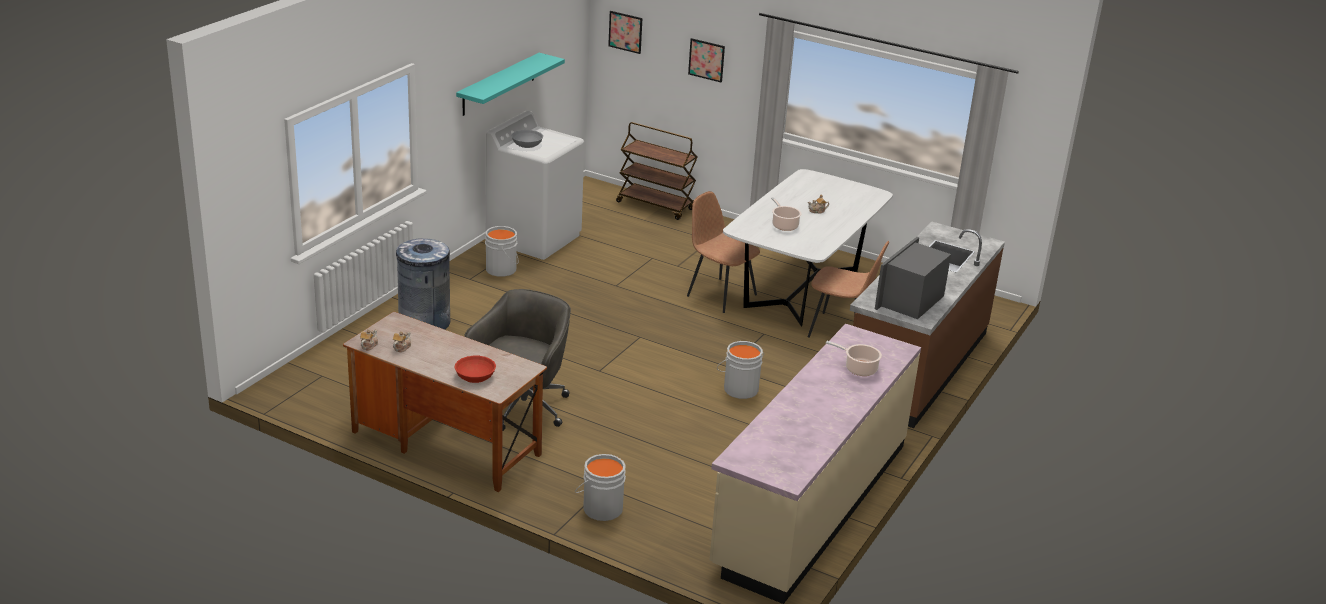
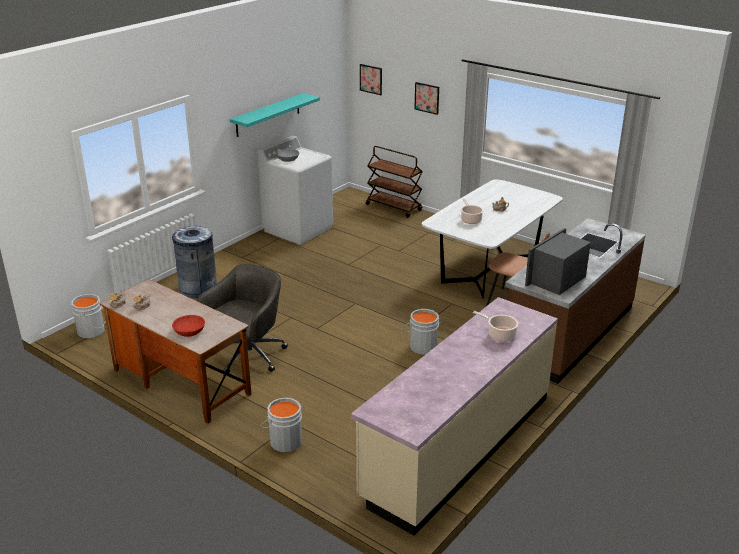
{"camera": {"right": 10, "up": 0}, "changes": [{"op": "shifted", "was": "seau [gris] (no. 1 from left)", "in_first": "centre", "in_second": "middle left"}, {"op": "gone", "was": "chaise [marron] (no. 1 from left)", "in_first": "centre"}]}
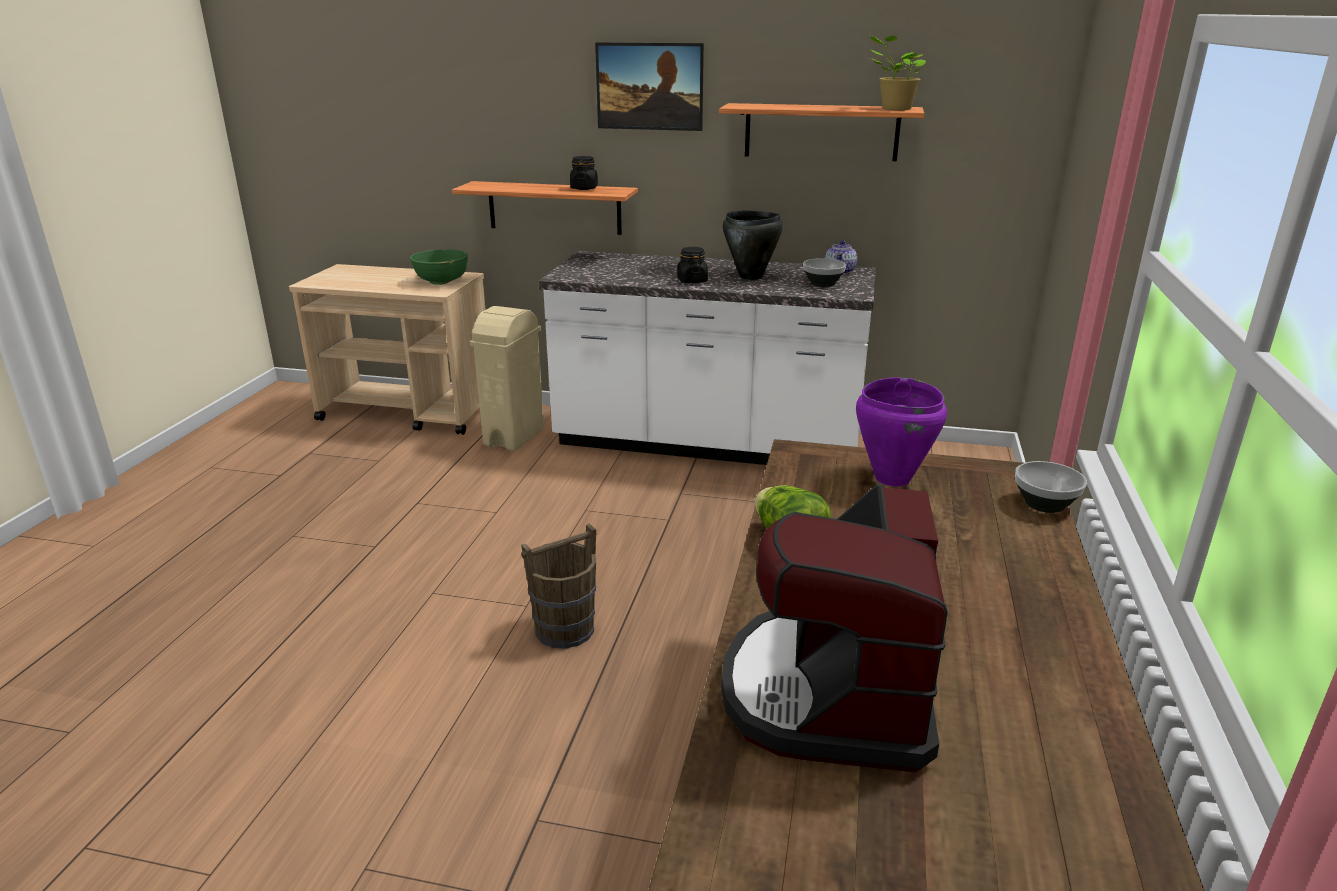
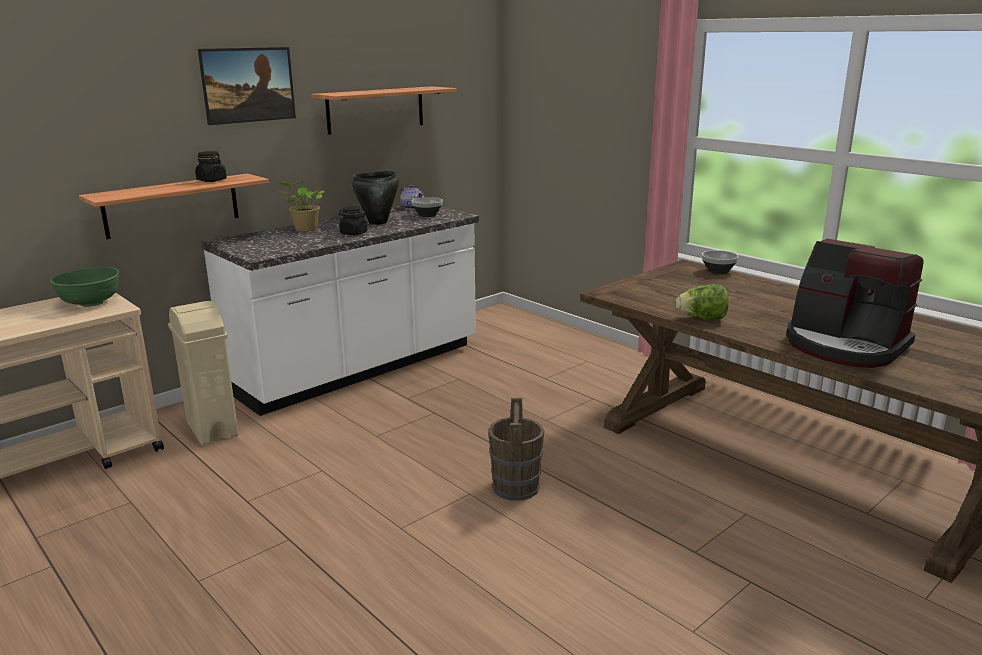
{"camera": {"right": -55, "up": -5}, "changes": [{"op": "shifted", "was": "plante en pot", "in_first": "top right", "in_second": "top left"}, {"op": "gone", "was": "marmite [violet]", "in_first": "middle right"}]}
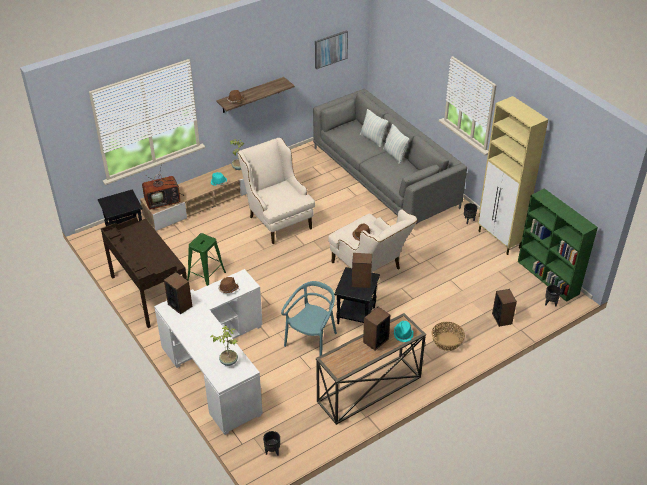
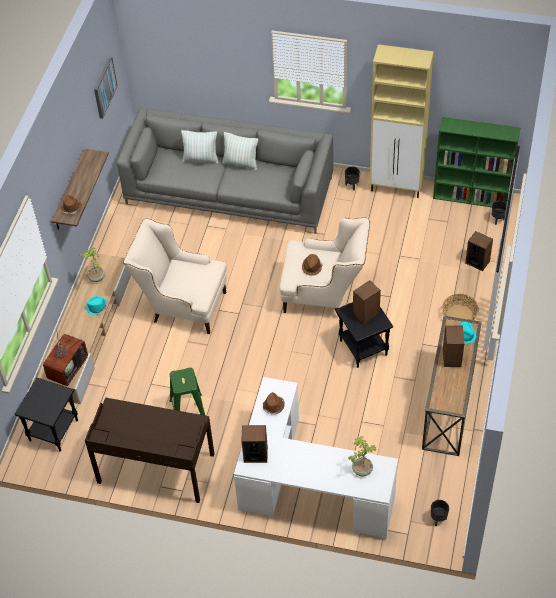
{"camera": {"right": -40, "up": 10}, "changes": [{"op": "gone", "was": "chaise [turquoise]", "in_first": "centre"}]}
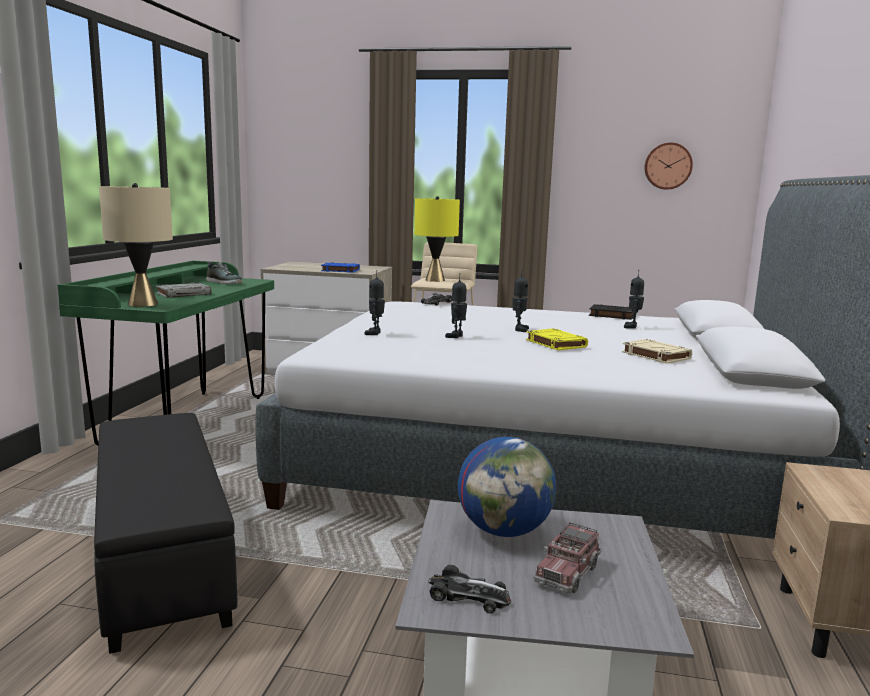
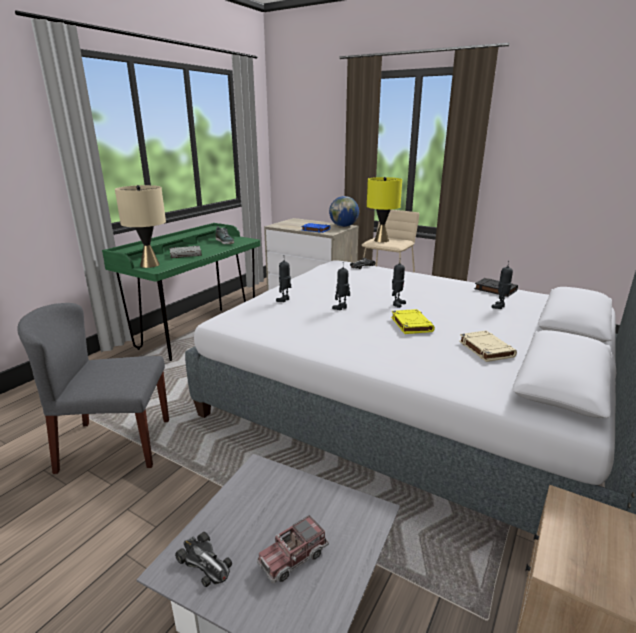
{"camera": {"right": 20, "up": 10}, "changes": [{"op": "swapped", "was": "pouf [noir]", "now": "chaise [gris]", "in_first": "bottom left", "in_second": "middle left"}, {"op": "shifted", "was": "globe", "in_first": "bottom centre", "in_second": "centre"}, {"op": "gone", "was": "horloge murale", "in_first": "top right"}]}
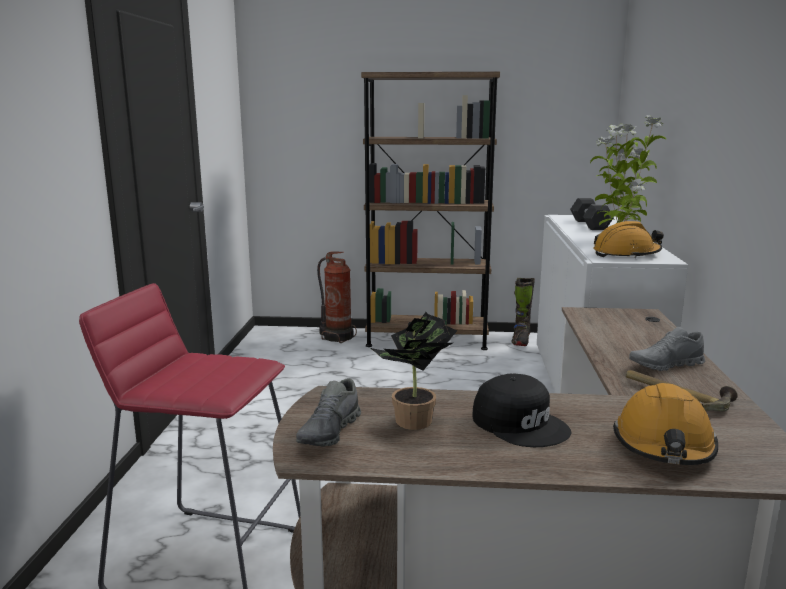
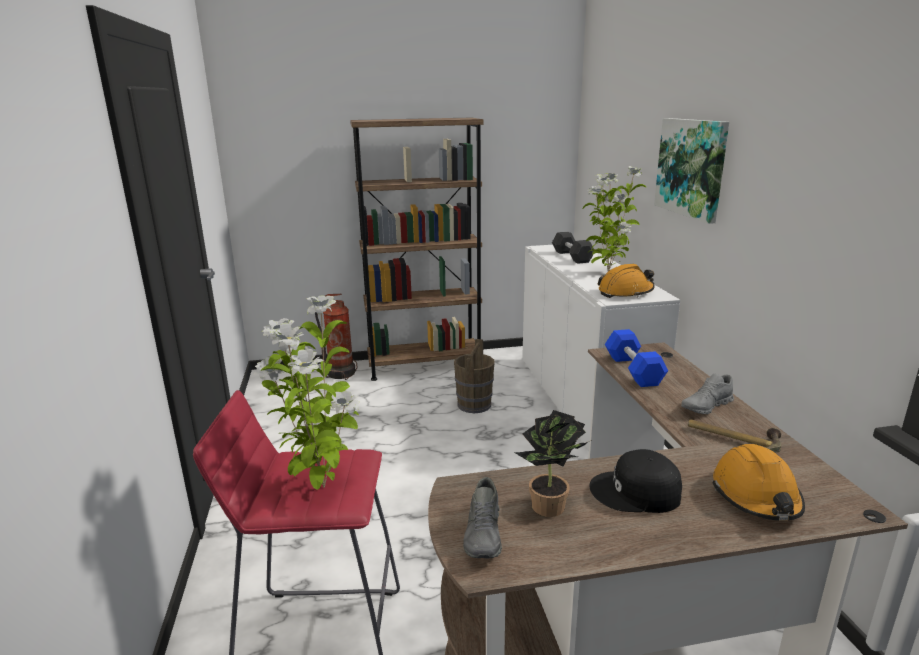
{"camera": {"right": -15, "up": 5}, "changes": [{"op": "new", "now": "plante en pot (no. 1 from left)", "in_second": "centre"}, {"op": "new", "now": "seau [marron]", "in_second": "centre"}, {"op": "rotated", "was": "casquette [noir]", "in_first": "bottom centre", "in_second": "bottom right", "clockwise": 150}, {"op": "new", "now": "haltère [bleu]", "in_second": "middle right"}, {"op": "new", "now": "tableau", "in_second": "top right"}, {"op": "gone", "was": "botte [noir]", "in_first": "centre"}]}
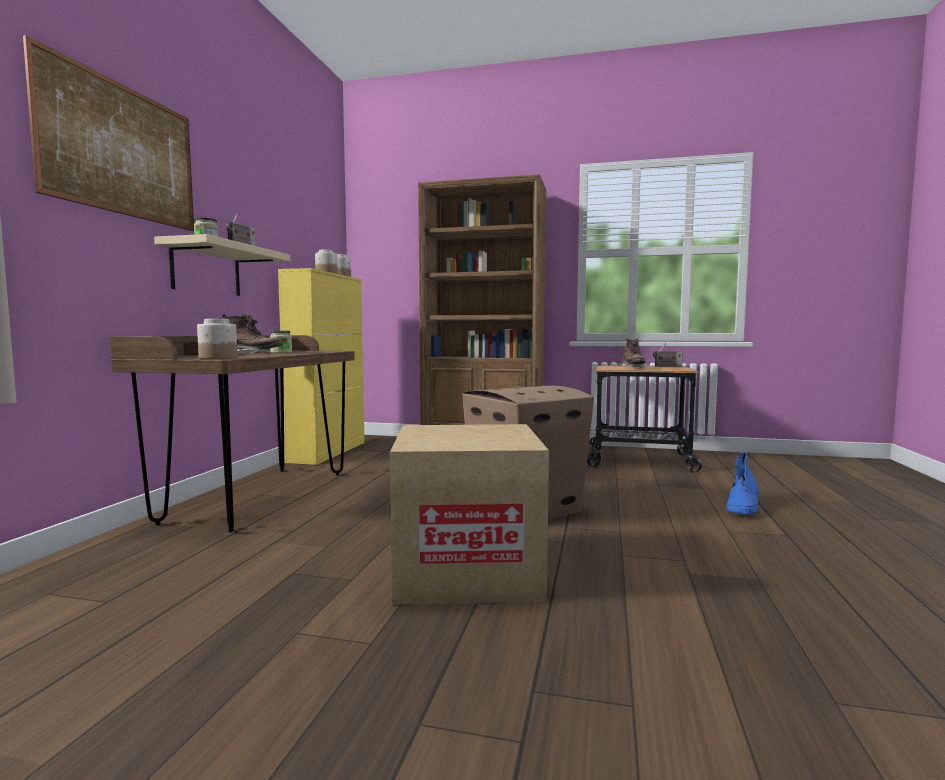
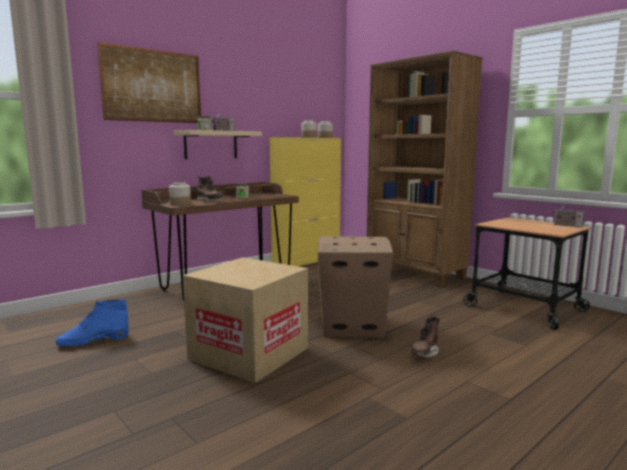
{"camera": {"right": 35, "up": 5}, "changes": [{"op": "shifted", "was": "botte [bleu]", "in_first": "middle right", "in_second": "bottom left"}, {"op": "shifted", "was": "botte [marron] (no. 2 from left)", "in_first": "middle right", "in_second": "bottom right"}]}
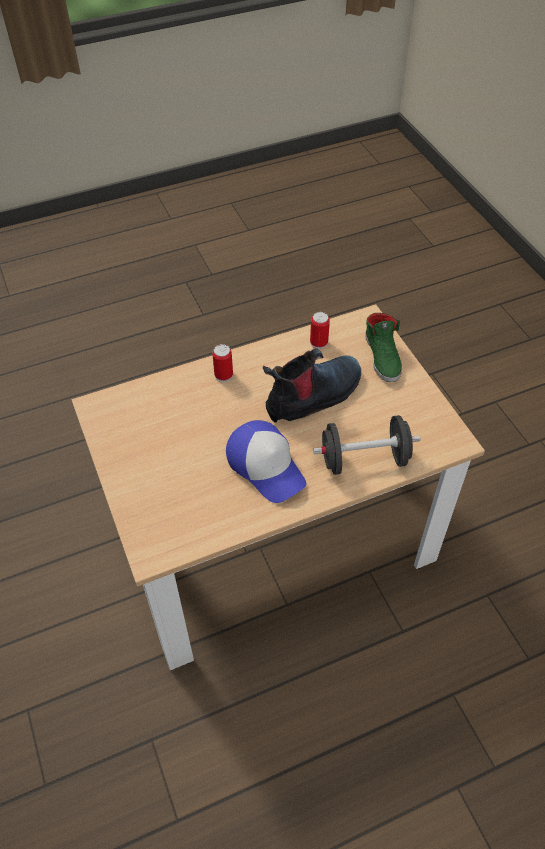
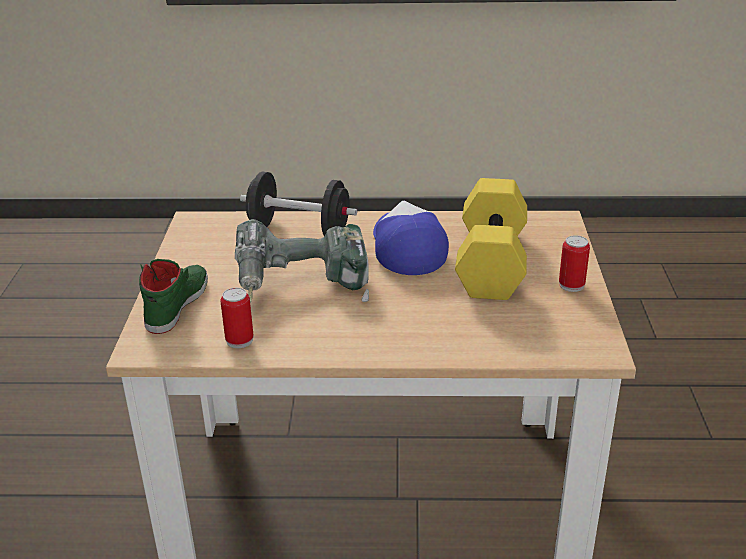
{"camera": {"right": -155, "up": -20}, "changes": [{"op": "swapped", "was": "botte", "now": "perceuse", "in_first": "centre", "in_second": "centre"}, {"op": "new", "now": "haltère [jaune]", "in_second": "centre"}, {"op": "shifted", "was": "boîte métallique (no. 1 from left in the first image)", "now": "boîte métallique (no. 2 from left)", "in_first": "centre", "in_second": "middle right"}]}
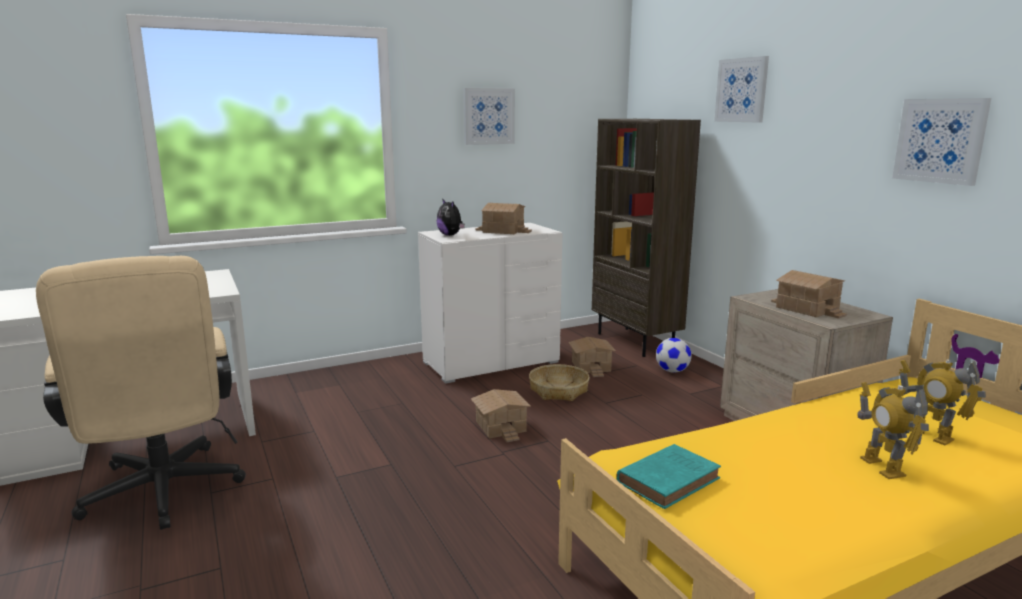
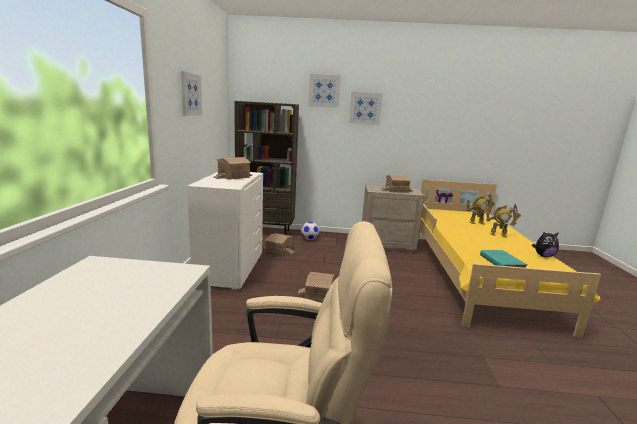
{"camera": {"right": -60, "up": 0}, "changes": [{"op": "shifted", "was": "tableau (no. 3 from left)", "in_first": "top right", "in_second": "top centre"}, {"op": "shifted", "was": "peluche", "in_first": "centre", "in_second": "middle right"}, {"op": "gone", "was": "panier", "in_first": "centre"}]}
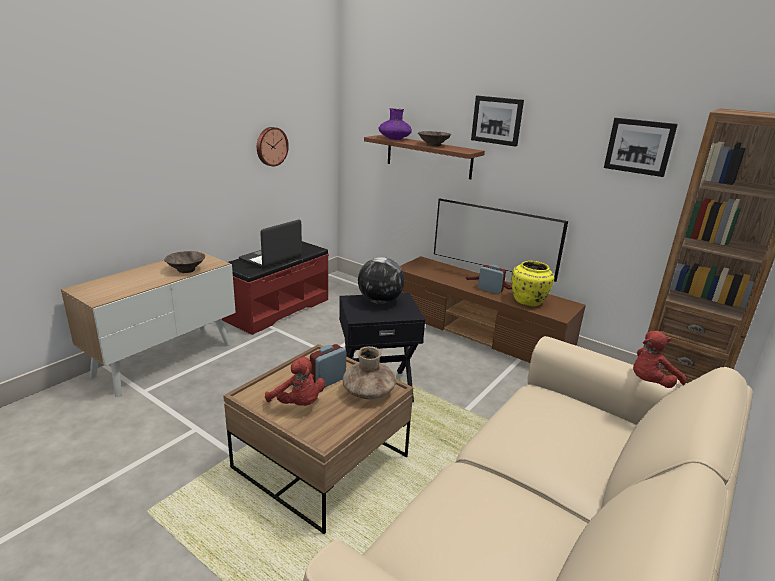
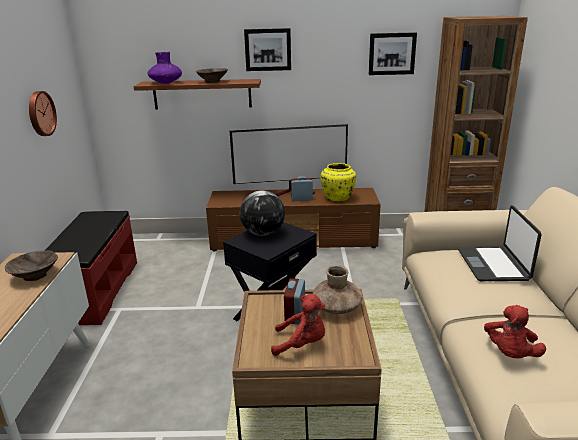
{"camera": {"right": -35, "up": 0}, "changes": [{"op": "shifted", "was": "ordinateur portable", "in_first": "centre", "in_second": "middle right"}, {"op": "shifted", "was": "peluche [rouge] (no. 2 from left)", "in_first": "middle right", "in_second": "bottom right"}]}
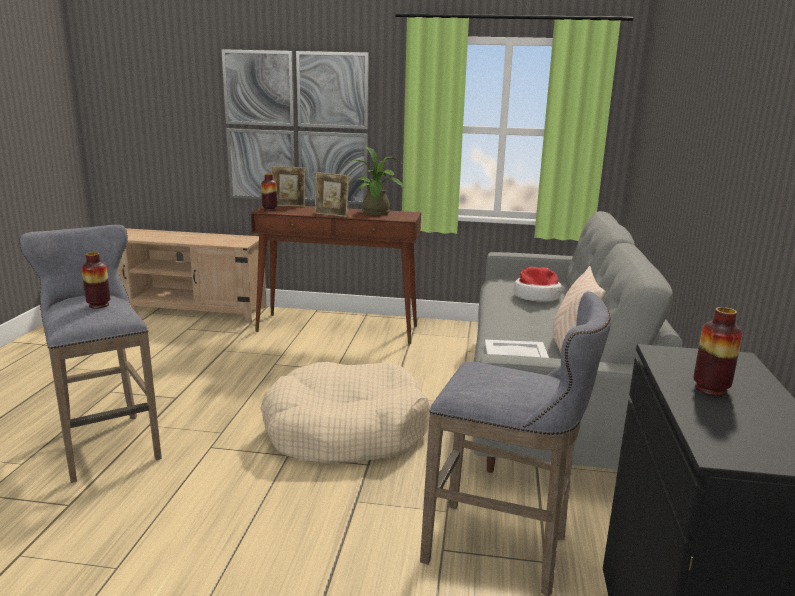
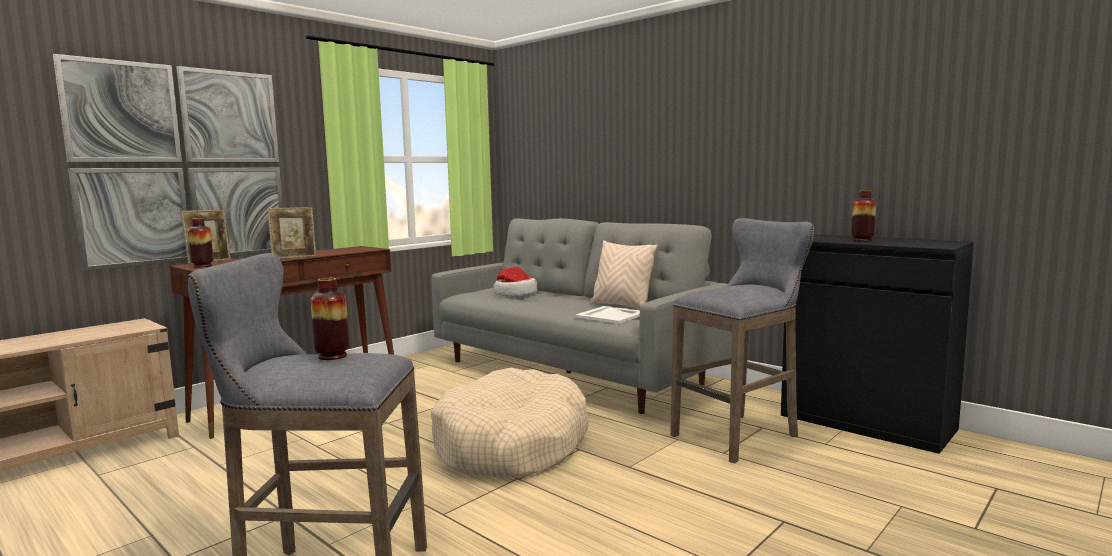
{"camera": {"right": -55, "up": -10}, "changes": [{"op": "gone", "was": "plante en pot", "in_first": "top centre"}]}
